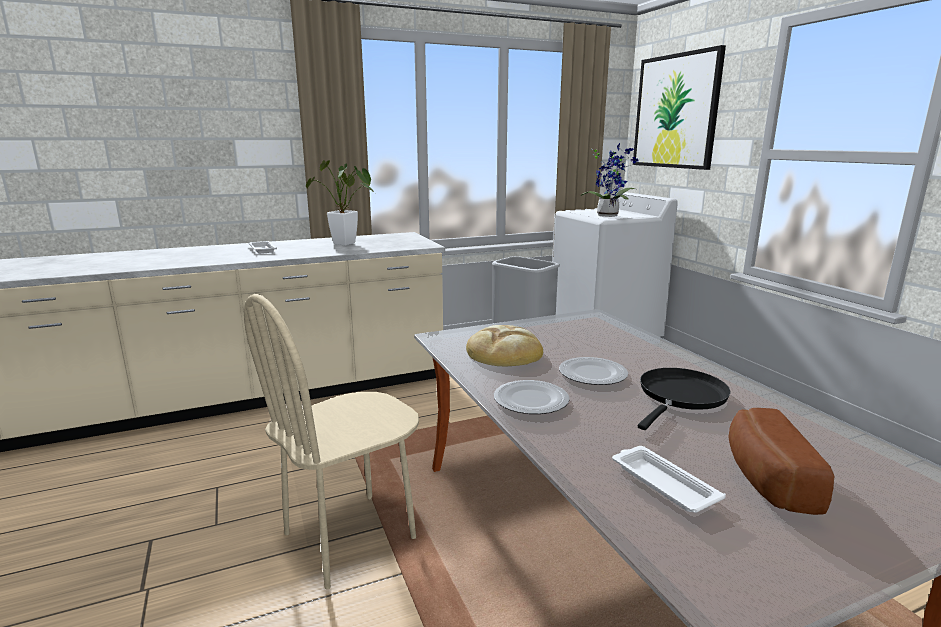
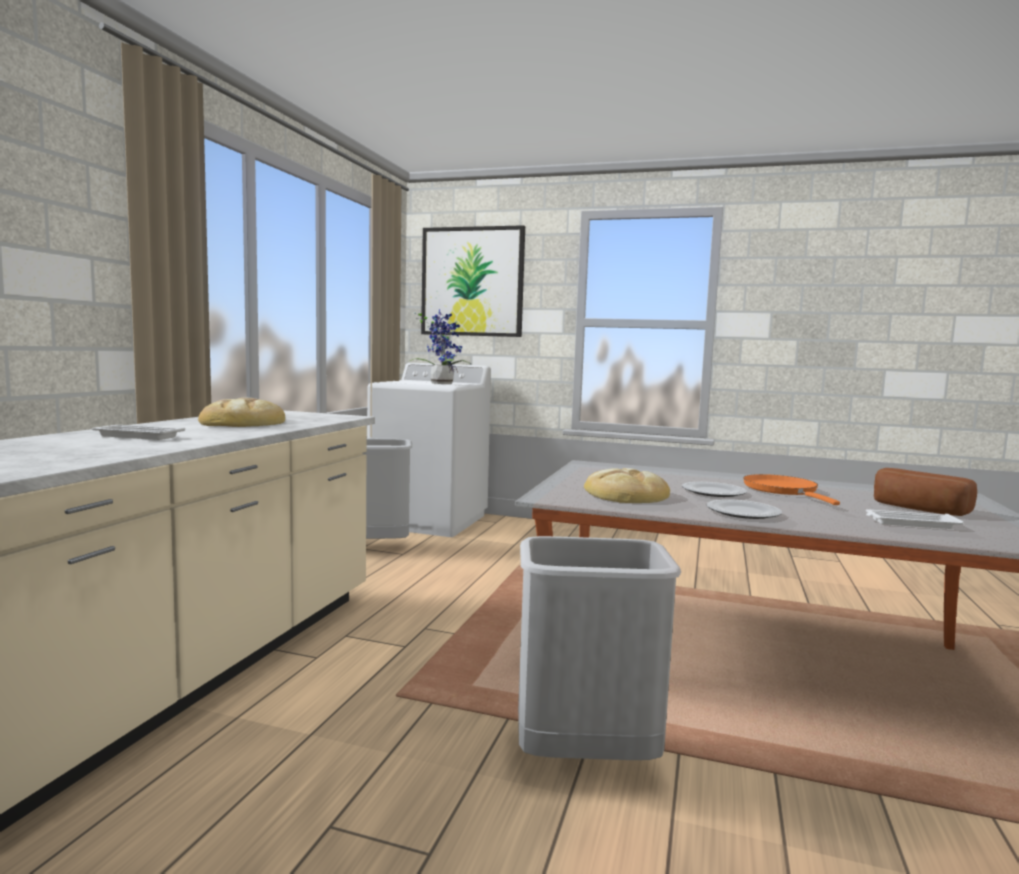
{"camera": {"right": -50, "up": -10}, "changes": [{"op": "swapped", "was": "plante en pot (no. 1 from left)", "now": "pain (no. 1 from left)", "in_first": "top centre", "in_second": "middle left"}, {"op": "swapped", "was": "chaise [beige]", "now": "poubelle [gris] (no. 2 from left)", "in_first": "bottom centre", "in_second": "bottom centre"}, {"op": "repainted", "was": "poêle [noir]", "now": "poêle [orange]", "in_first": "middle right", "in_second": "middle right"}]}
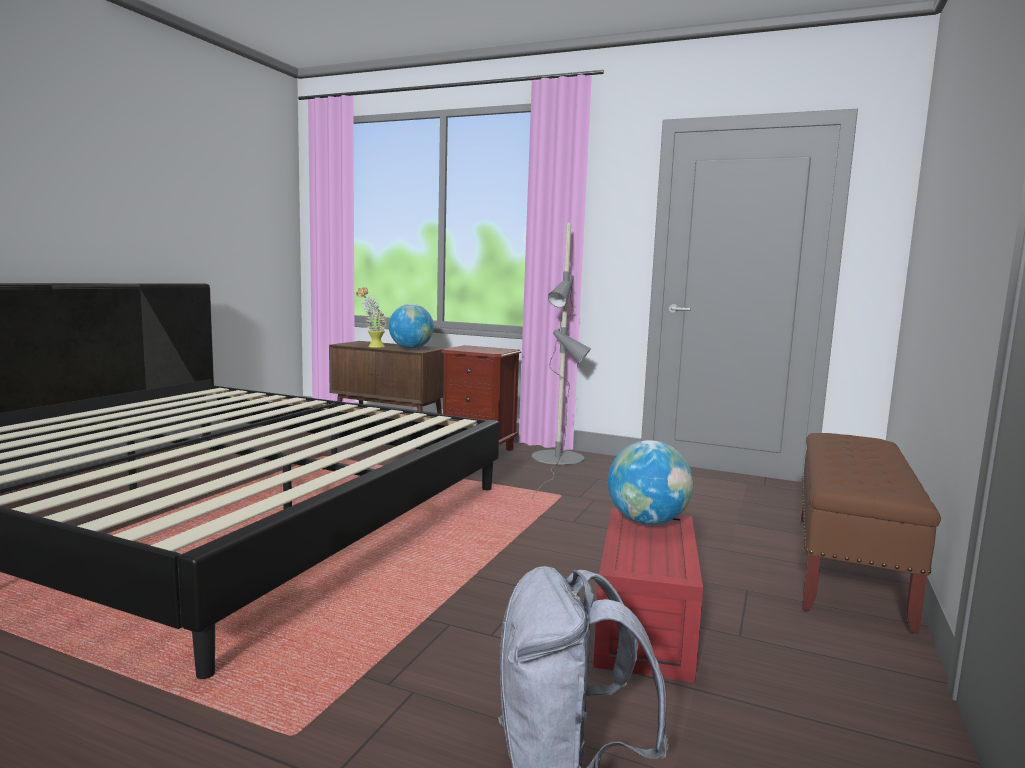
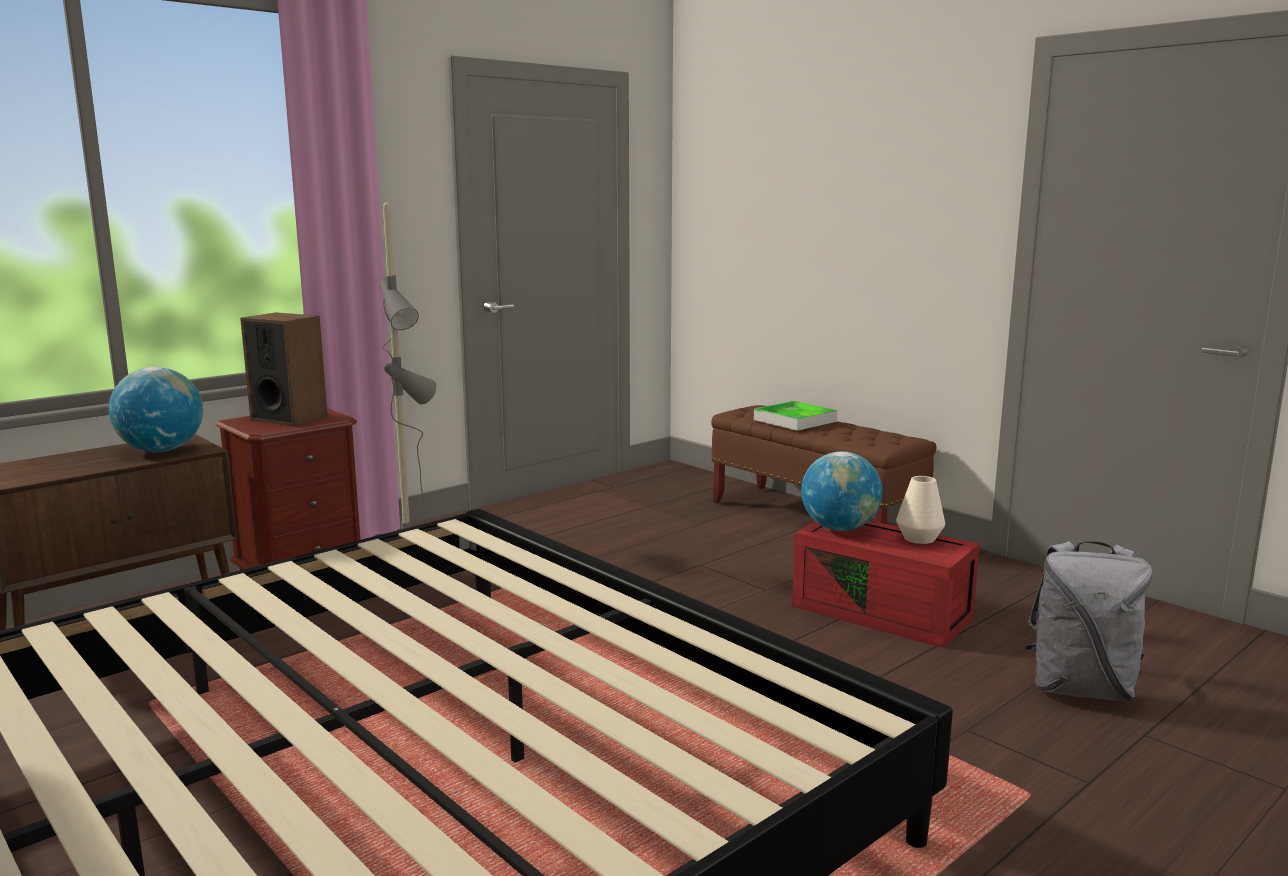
{"camera": {"right": -65, "up": 5}, "changes": [{"op": "new", "now": "enceinte", "in_second": "middle left"}, {"op": "new", "now": "plateau", "in_second": "centre"}, {"op": "new", "now": "vase [blanc]", "in_second": "middle right"}, {"op": "gone", "was": "plante en pot", "in_first": "centre"}]}
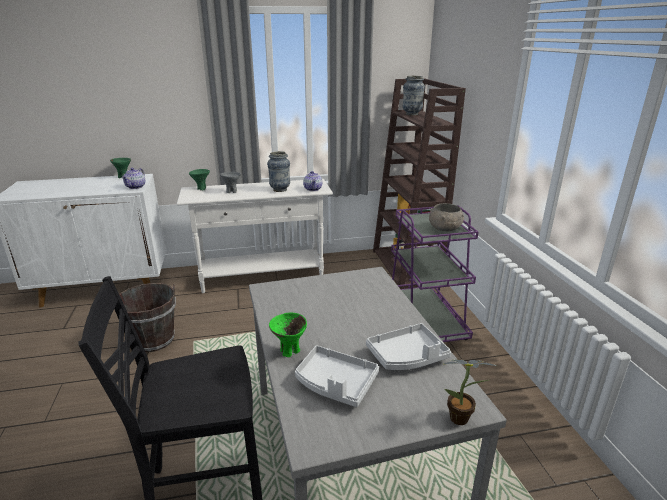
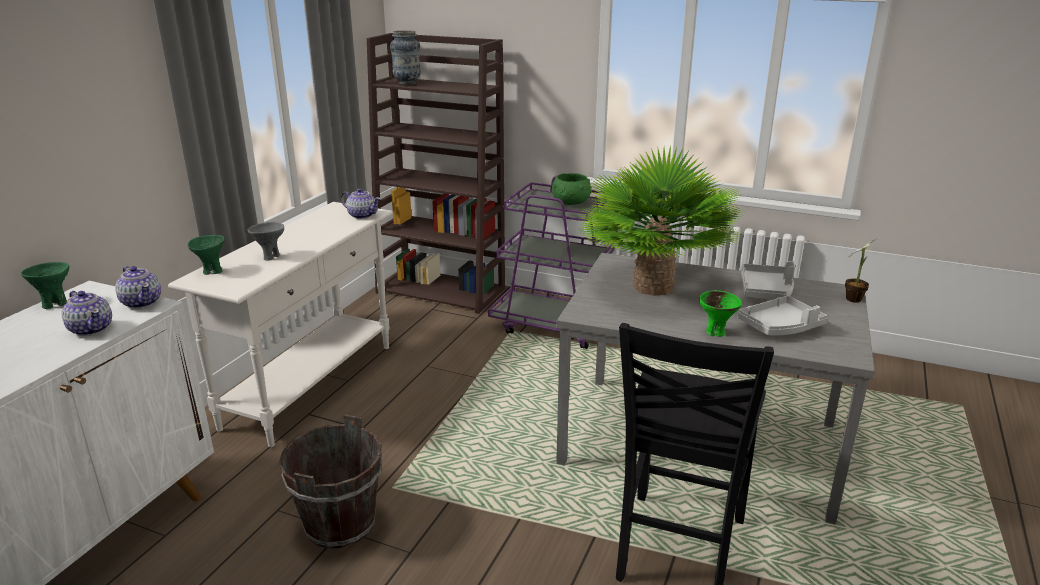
{"camera": {"right": -55, "up": 0}, "changes": [{"op": "new", "now": "théière (no. 1 from left)", "in_second": "middle left"}, {"op": "repainted", "was": "bol [gris] (no. 2 from left)", "now": "bol [vert] (no. 3 from left)", "in_first": "middle right", "in_second": "top centre"}, {"op": "new", "now": "plante en pot (no. 1 from left)", "in_second": "centre"}, {"op": "gone", "was": "vase (no. 1 from left)", "in_first": "centre"}]}
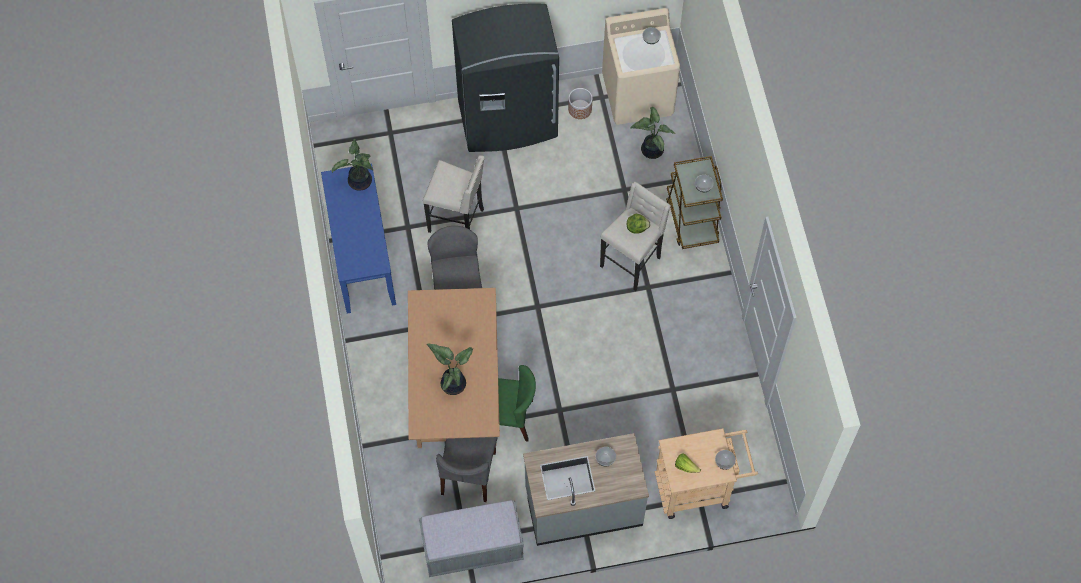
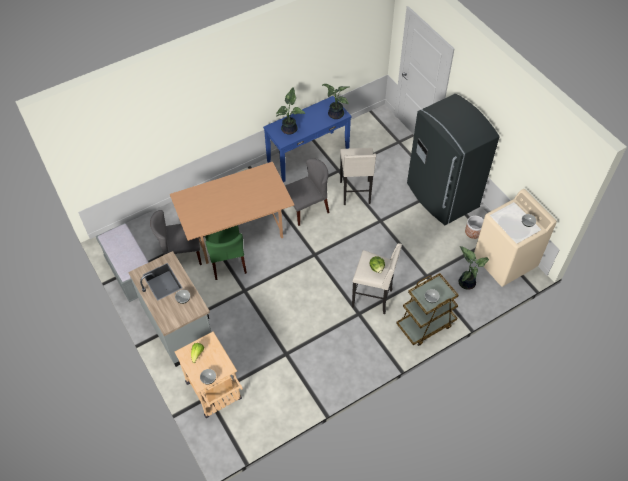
{"camera": {"right": 70, "up": -10}, "changes": [{"op": "shifted", "was": "plante en pot (no. 2 from left in the first image)", "now": "plante en pot (no. 1 from left)", "in_first": "centre", "in_second": "top centre"}]}
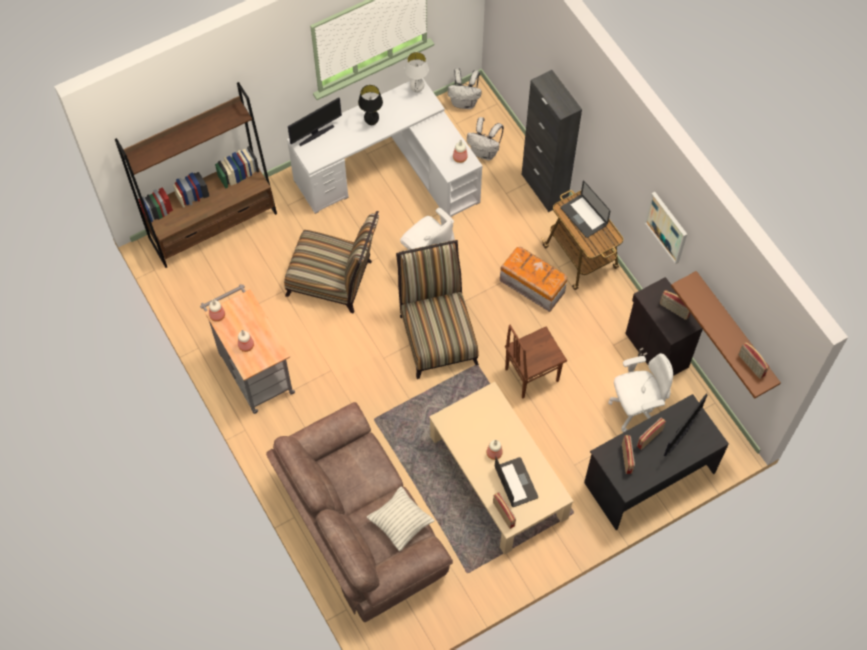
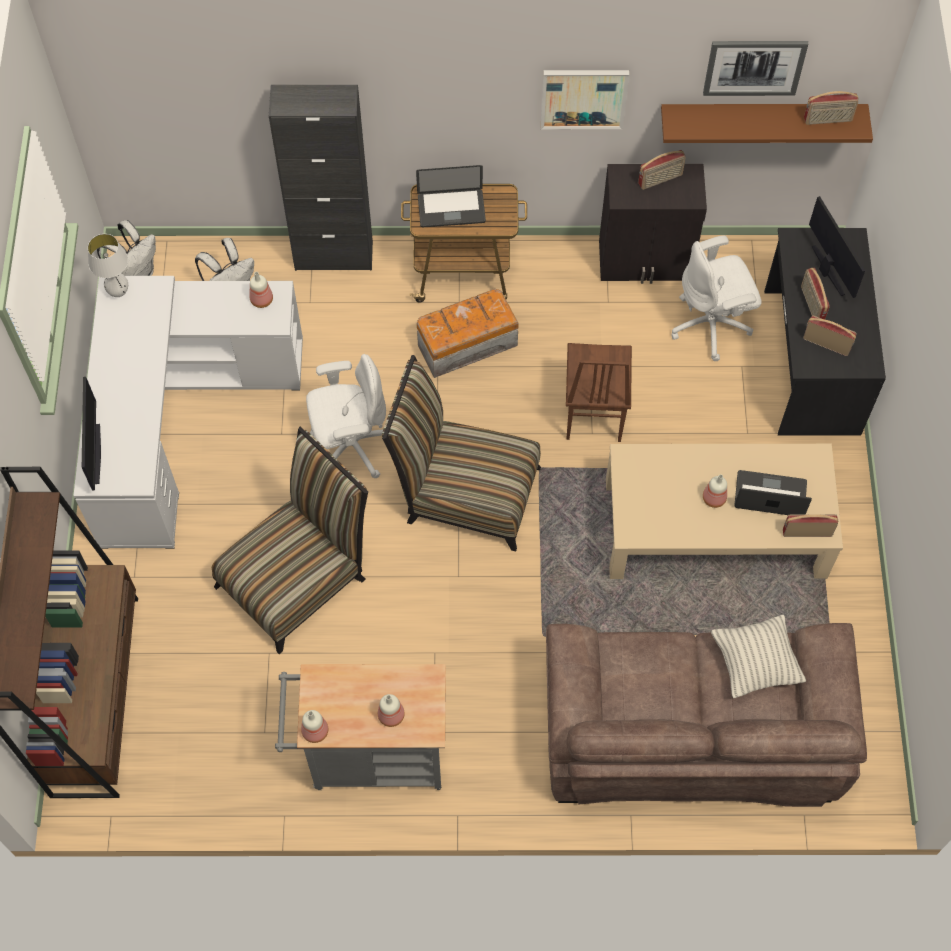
{"camera": {"right": -60, "up": 0}, "changes": [{"op": "rotated", "was": "chaise de bureau [blanc] (no. 2 from left)", "in_first": "middle right", "in_second": "top right", "clockwise": -120}, {"op": "new", "now": "tableau (no. 2 from left)", "in_second": "top right"}, {"op": "gone", "was": "lampe de table [noir]", "in_first": "top centre"}]}
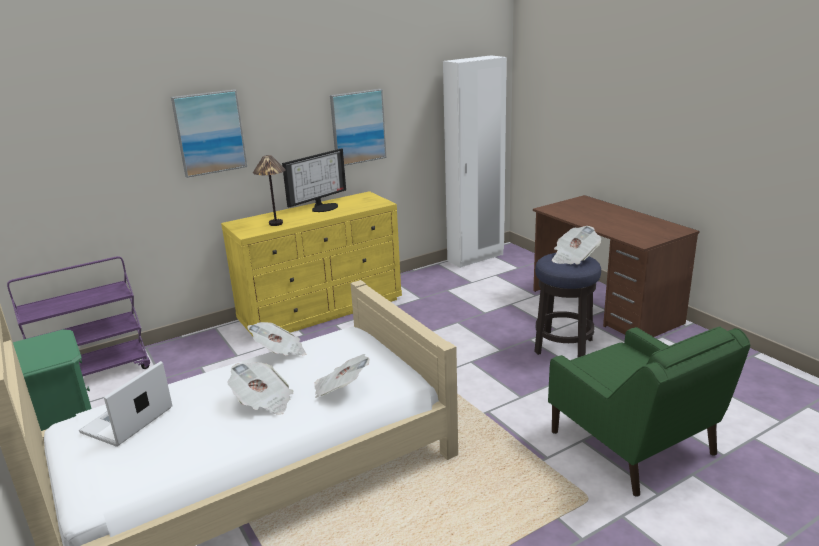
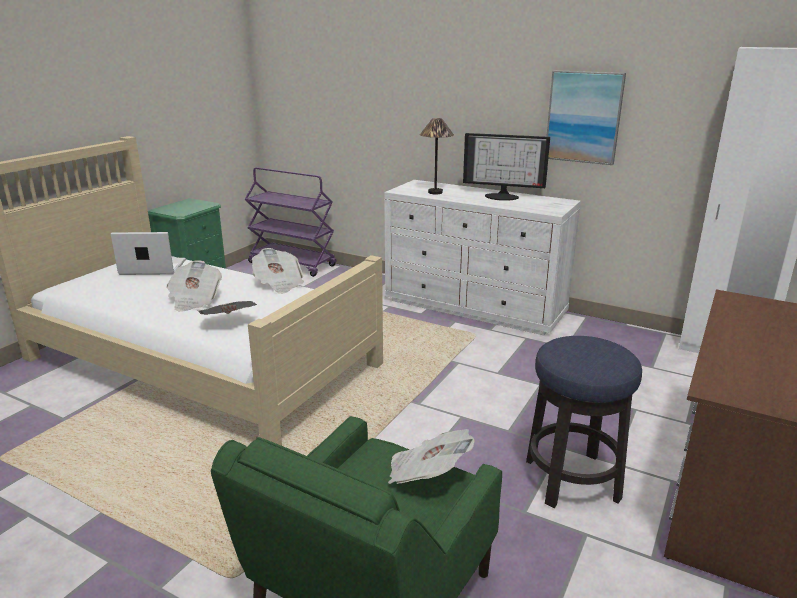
{"camera": {"right": 60, "up": 0}, "changes": [{"op": "repainted", "was": "commode [jaune]", "now": "commode [blanc]", "in_first": "centre", "in_second": "centre"}, {"op": "shifted", "was": "journal (no. 4 from left)", "in_first": "middle right", "in_second": "bottom centre"}, {"op": "gone", "was": "tableau (no. 1 from left)", "in_first": "top left"}]}
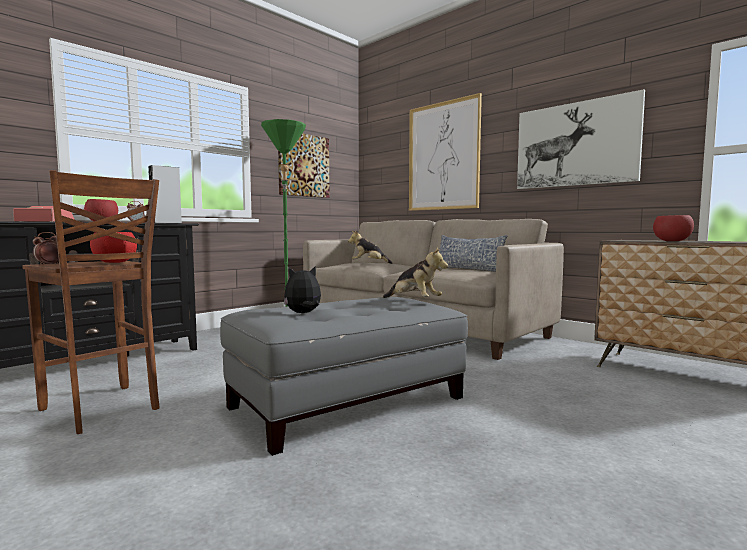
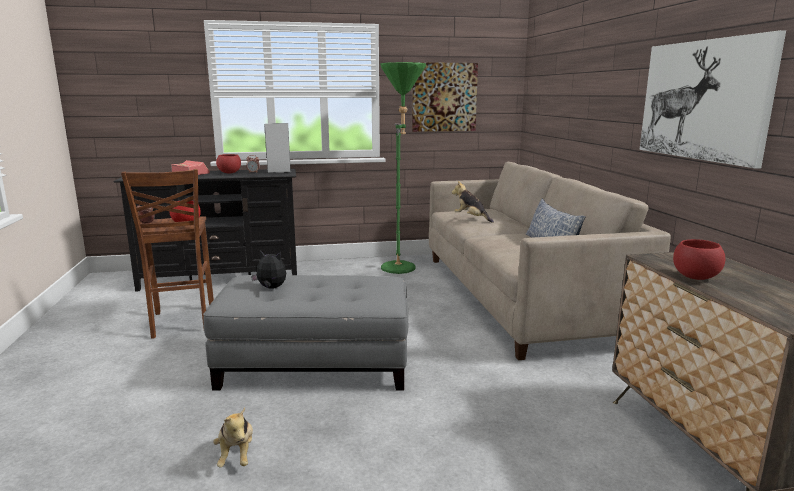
{"camera": {"right": 35, "up": 10}, "changes": [{"op": "shifted", "was": "peluche (no. 3 from left in the first image)", "now": "peluche (no. 1 from left)", "in_first": "centre", "in_second": "bottom left"}, {"op": "gone", "was": "tableau (no. 2 from left)", "in_first": "top centre"}]}
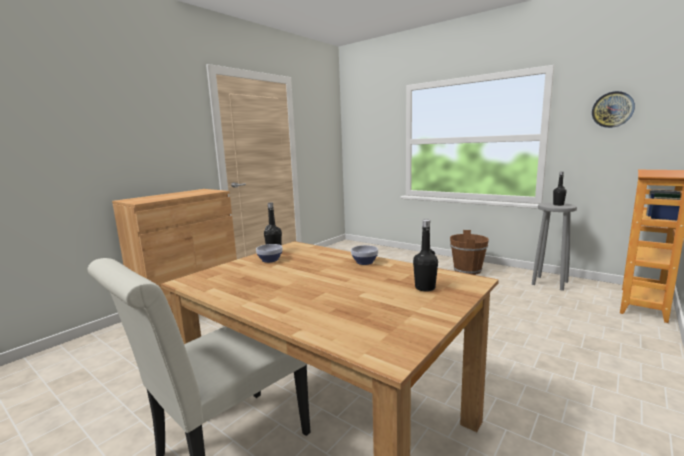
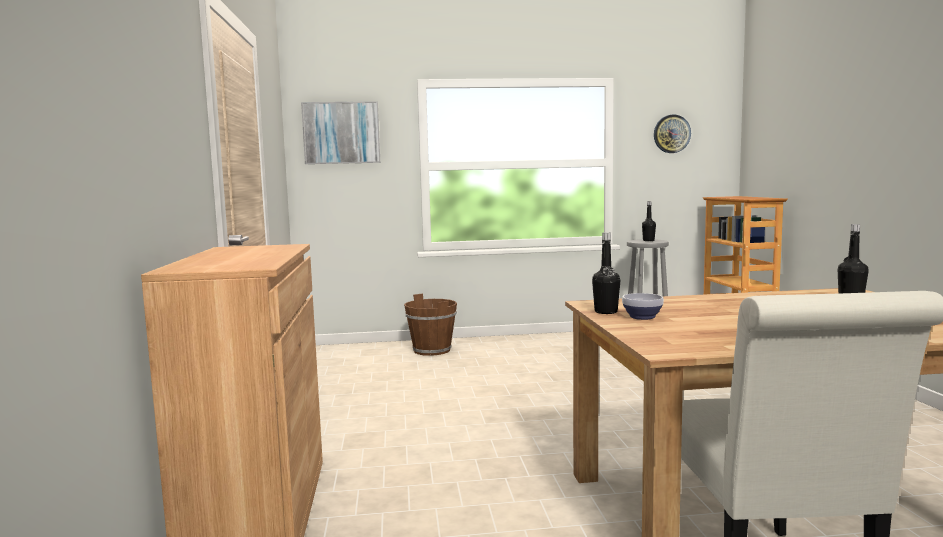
{"camera": {"right": -45, "up": -5}, "changes": [{"op": "new", "now": "tableau", "in_second": "top centre"}, {"op": "shifted", "was": "seau [marron]", "in_first": "middle right", "in_second": "centre"}, {"op": "gone", "was": "bol (no. 2 from left)", "in_first": "centre"}]}
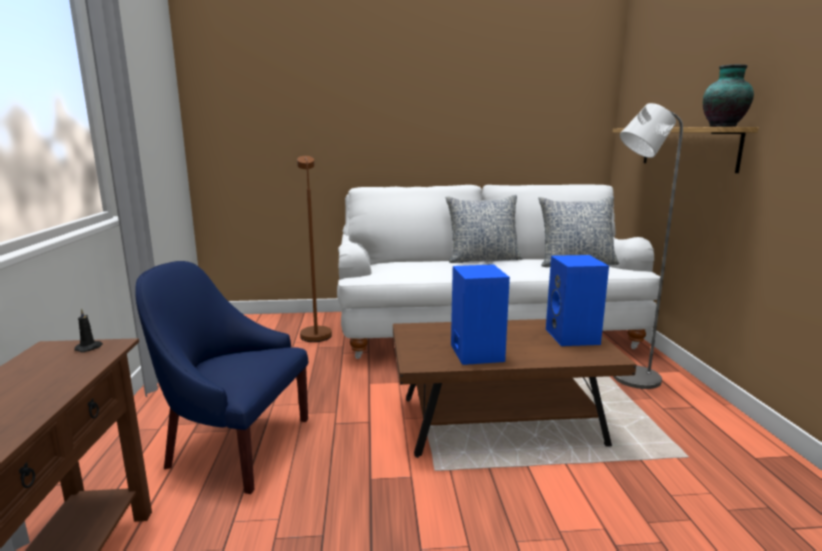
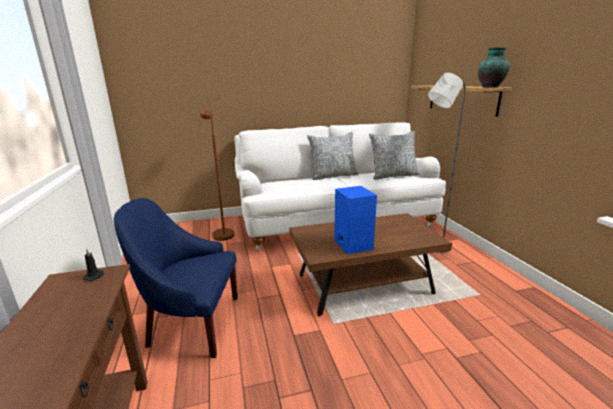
{"camera": {"right": -10, "up": 5}, "changes": [{"op": "gone", "was": "enceinte [bleu] (no. 2 from left)", "in_first": "middle right"}]}
